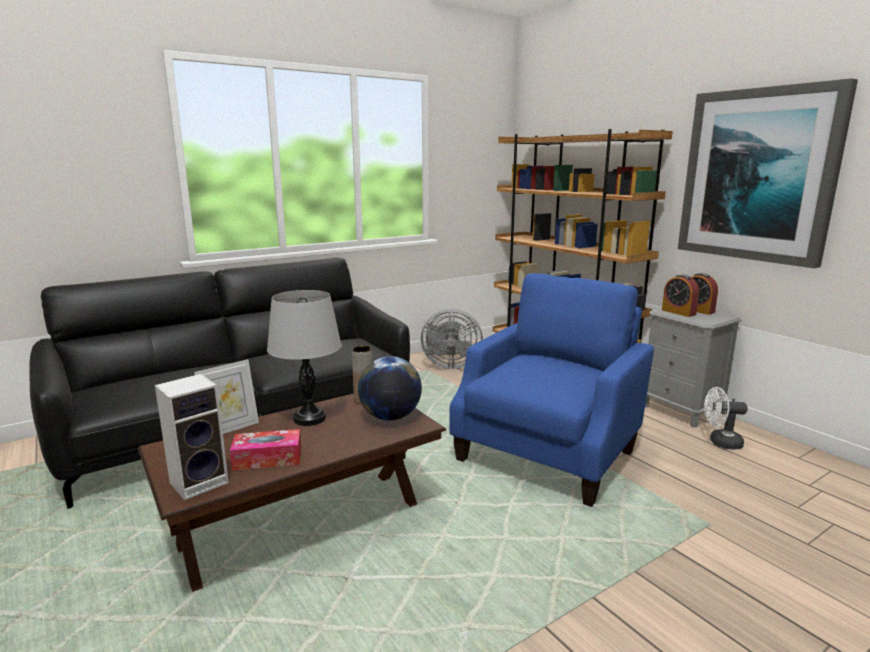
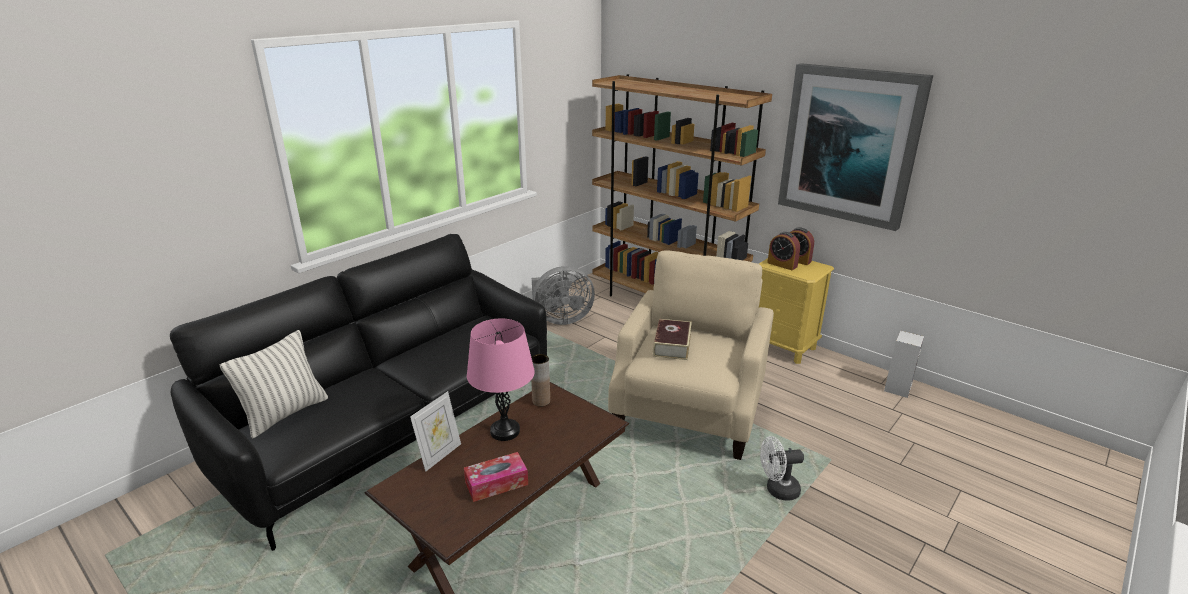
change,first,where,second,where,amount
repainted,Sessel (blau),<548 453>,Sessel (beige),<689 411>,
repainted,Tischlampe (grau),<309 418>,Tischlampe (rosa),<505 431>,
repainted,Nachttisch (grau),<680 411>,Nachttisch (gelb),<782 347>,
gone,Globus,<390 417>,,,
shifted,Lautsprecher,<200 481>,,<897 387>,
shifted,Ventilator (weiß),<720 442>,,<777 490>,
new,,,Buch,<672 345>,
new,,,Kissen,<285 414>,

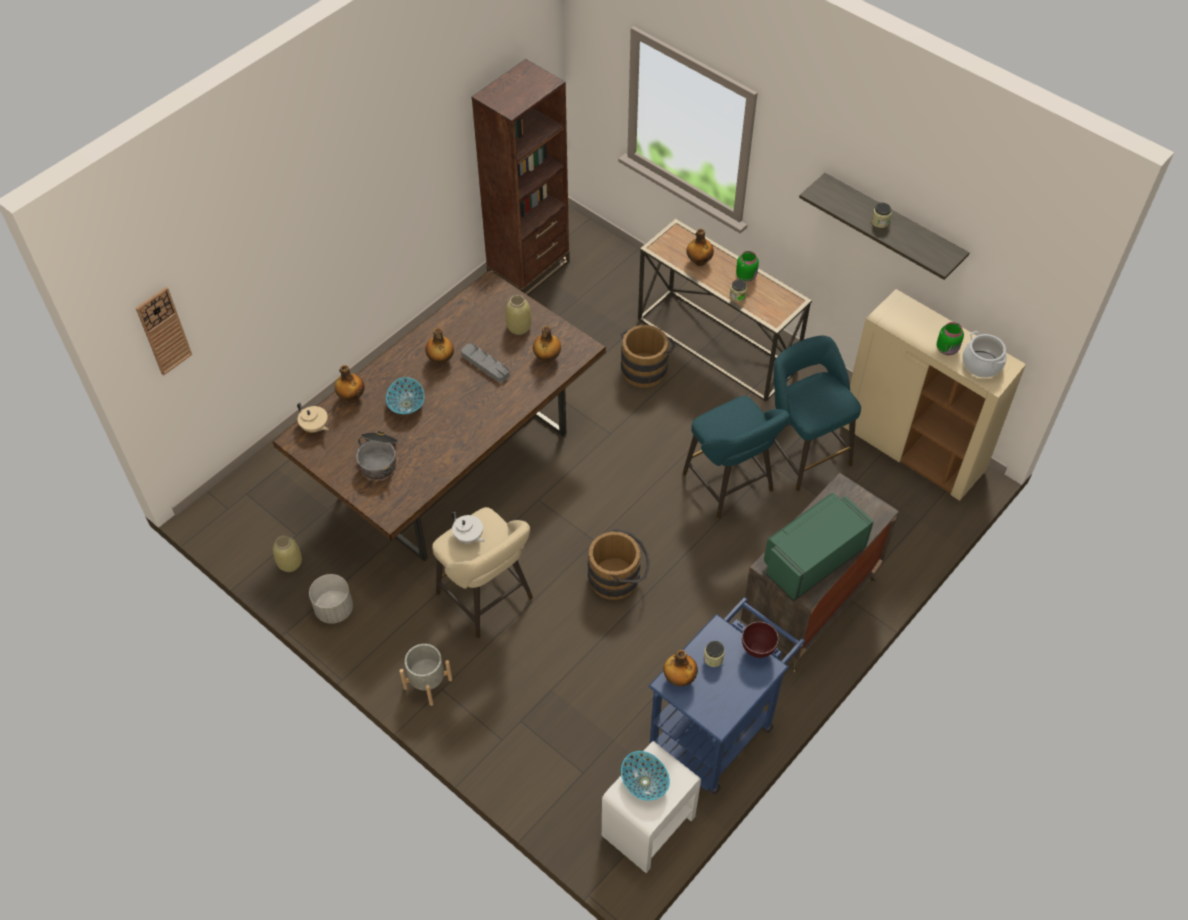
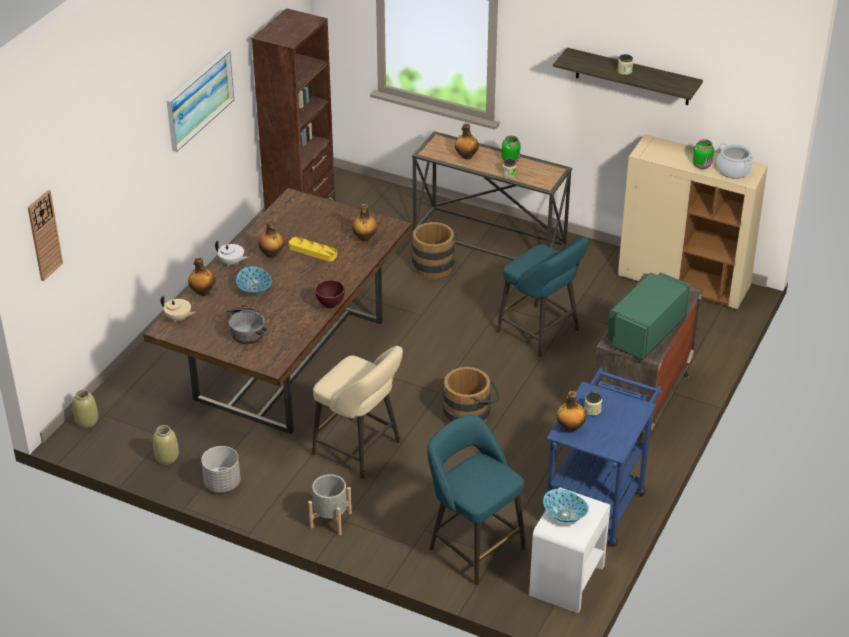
change,first,where,second,where,amount
shifted,Vase (beige),<519 327>,,<86 421>,
shifted,Hocker (türkis),<804 452>,,<473 546>,
repainted,Tablett (grau),<485 365>,Tablett (gelb),<313 251>,
shifted,Teekanne (weiß),<468 537>,,<232 262>,
shifted,Schüssel (braun),<757 649>,,<330 305>,
new,,,Bild,<199 99>,

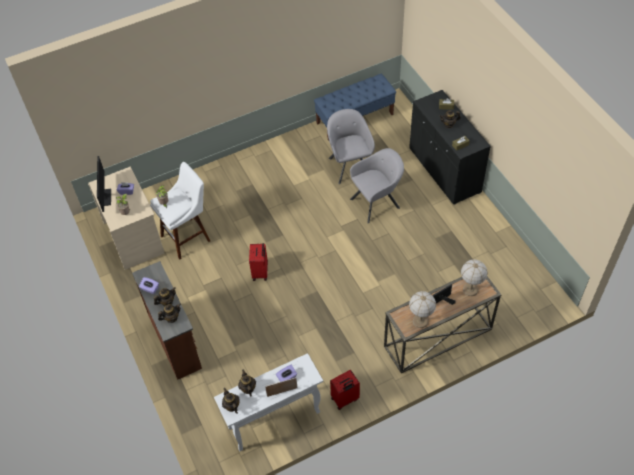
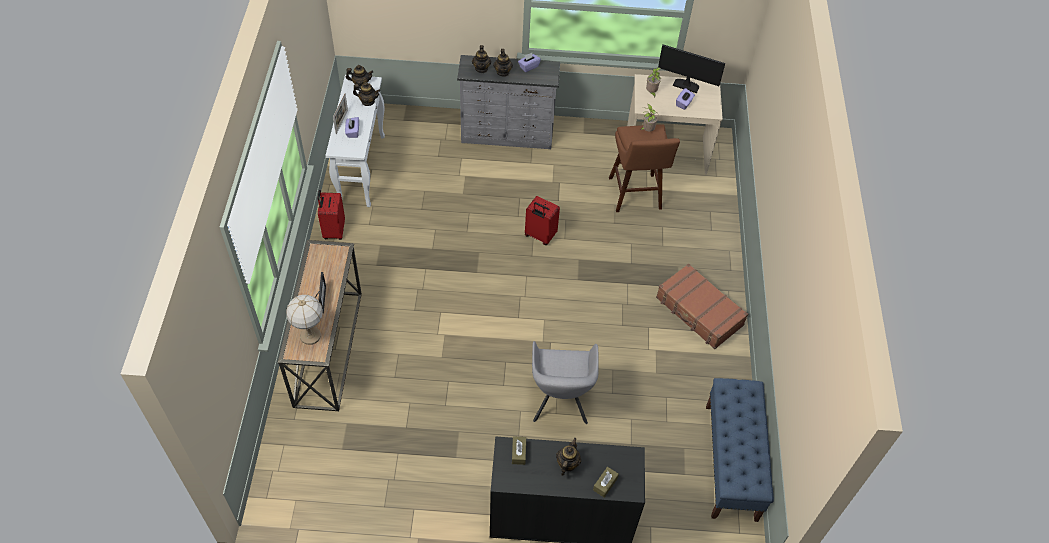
change,first,where,second,where,amount
gone,Sessel (grau),<349 165>,,,
repainted,Hocker (weiß),<188 236>,Hocker (braun),<635 196>,
repainted,Kommode (braun),<176 341>,Kommode (grau),<507 136>,
gone,Tischlampe,<420 321>,,,
new,,,Koffer (braun),<699 312>,

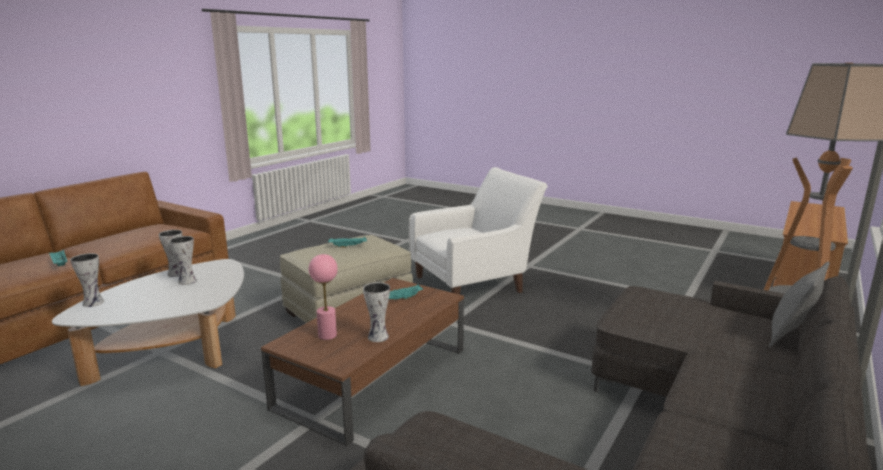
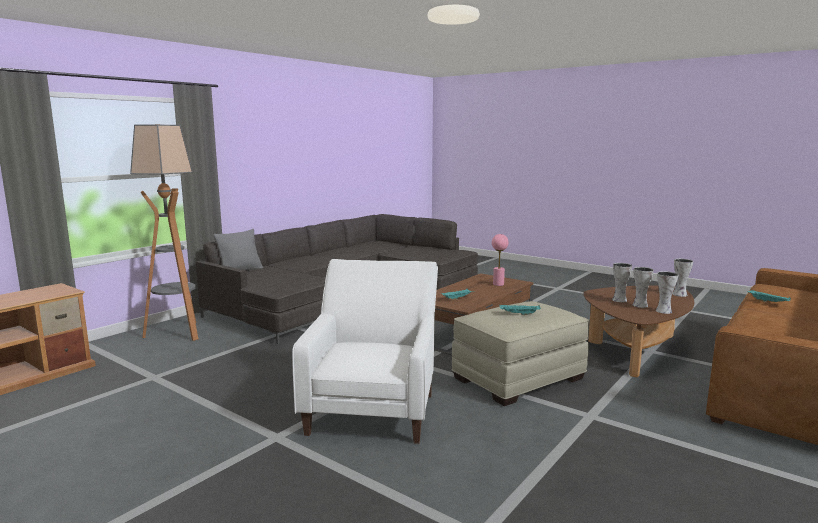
change,first,where,second,where,amount
rotated,Sessel (weiß),<474 282>,,<373 408>,120 degrees clockwise
repainted,Couchtisch (weiß),<177 351>,Couchtisch (braun),<637 350>,
shifted,Vase,<379 337>,,<618 300>,

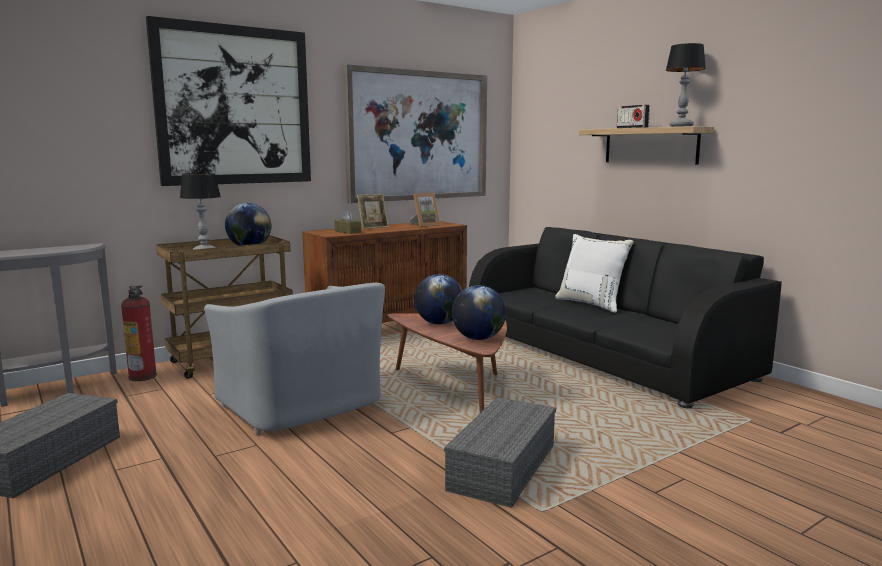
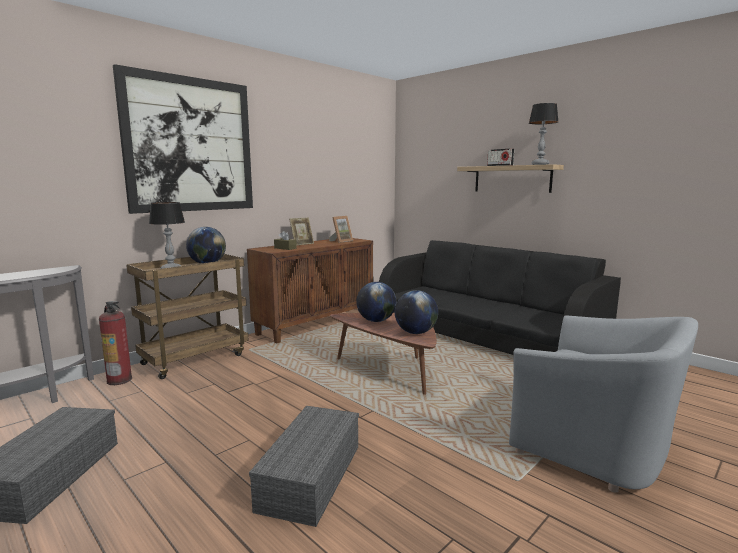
change,first,where,second,where,amount
gone,Bild,<417 136>,,,
gone,Kissen (weiß),<591 303>,,,
shifted,Sessel (grau),<303 406>,,<595 445>,
shifted,Aufbewahrungsbox (grau),<502 466>,,<310 475>,

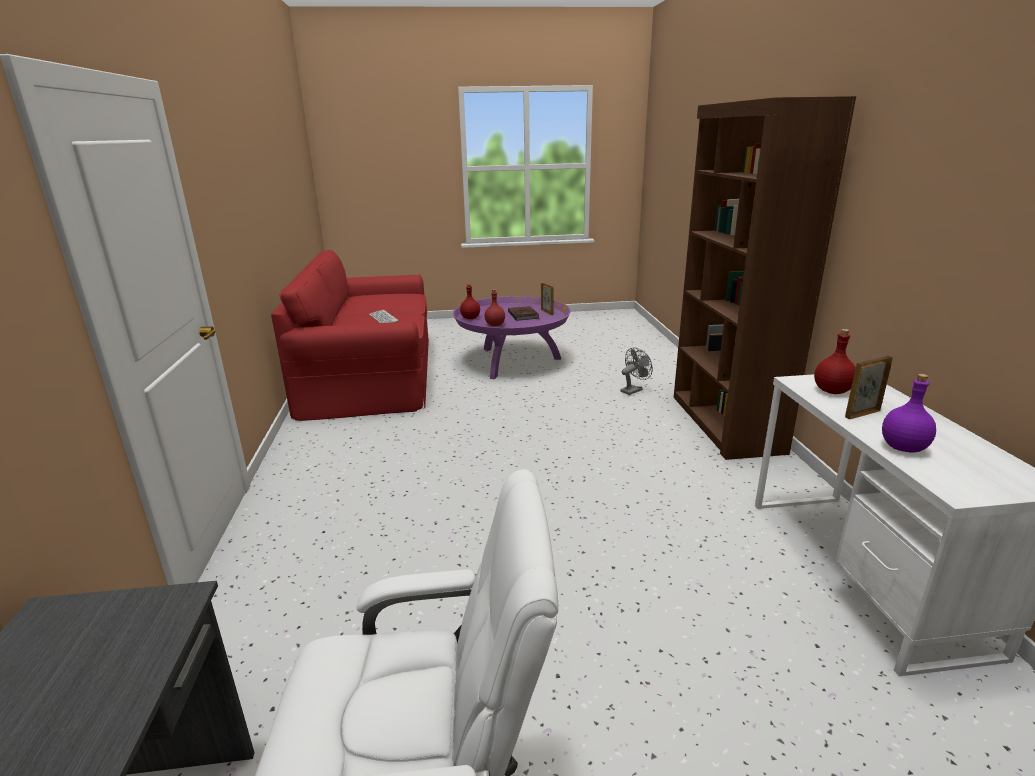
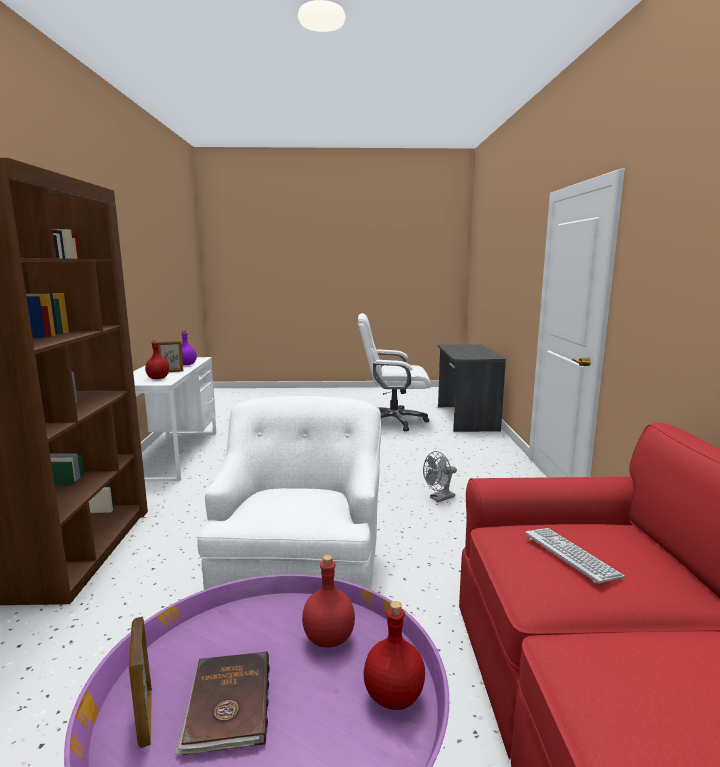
change,first,where,second,where,amount
shifted,Ventilator (grau),<633 390>,,<439 498>,
new,,,Sessel (weiß),<300 567>,

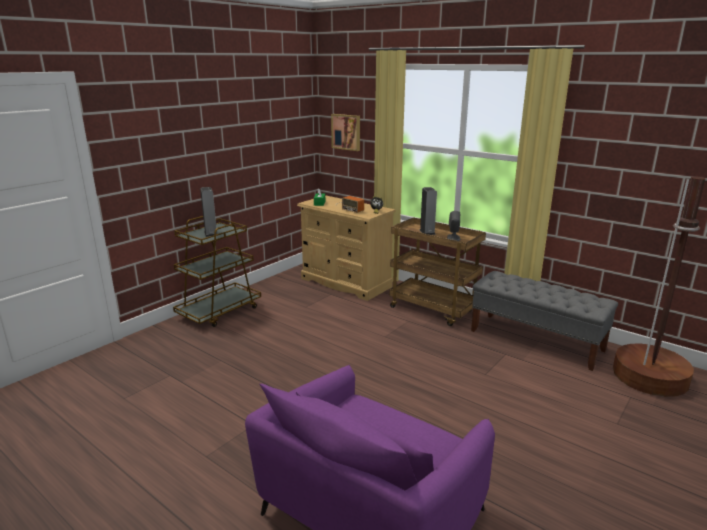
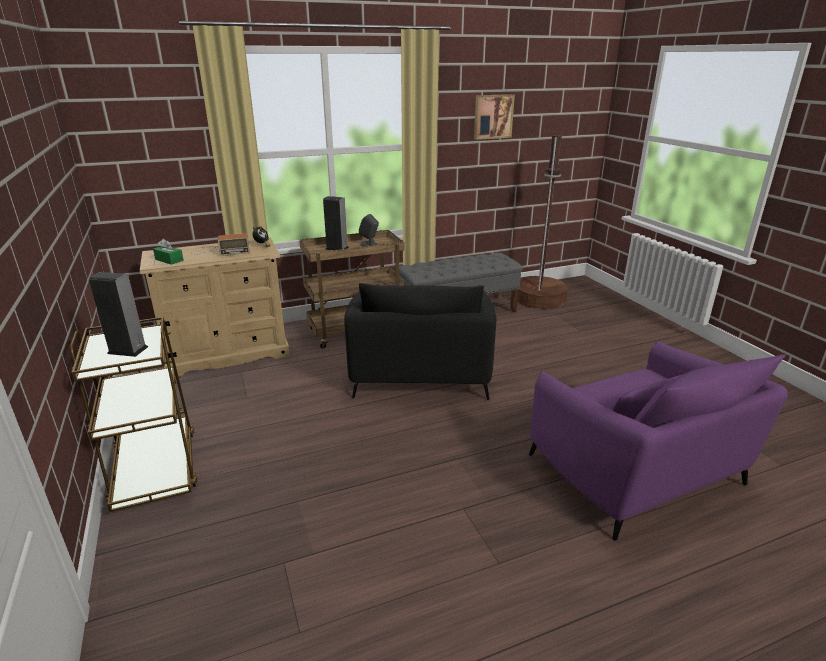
change,first,where,second,where,amount
shifted,Bild,<346 132>,,<492 116>,
new,,,Sessel (schwarz),<420 374>,

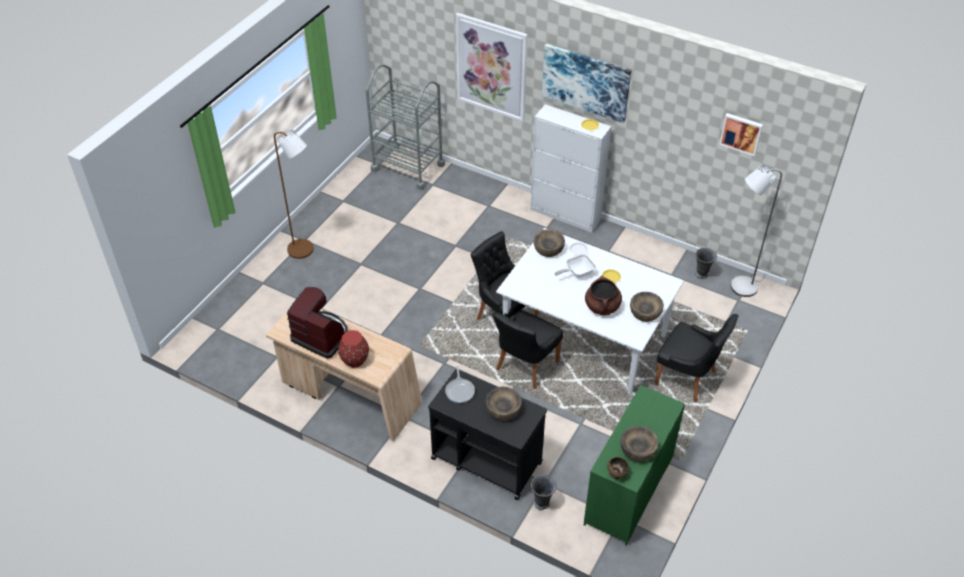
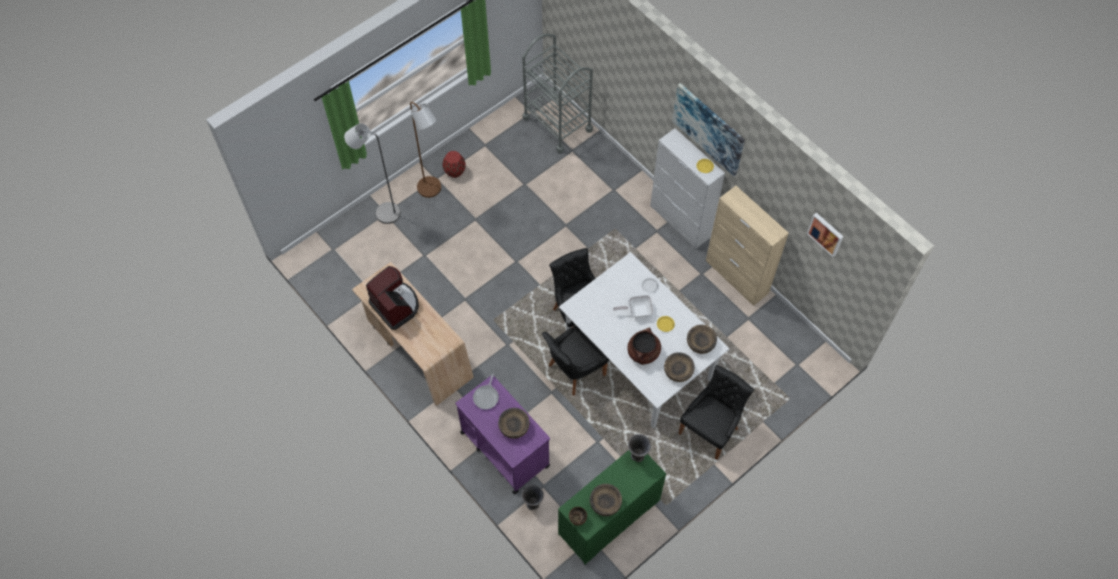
change,first,where,second,where,amount
gone,Bild,<491 67>,,,
shifted,Stehlampe (grau),<738 288>,,<383 212>,
shifted,Schüssel (braun),<548 249>,,<700 343>,
shifted,Vase (grau),<702 275>,,<637 456>,
rotated,Stuhl (schwarz),<687 379>,,<710 429>,105 degrees counterclockwise
shifted,Vase (rot),<355 360>,,<455 172>,
repainted,Rollwagen (schwarz),<486 460>,Rollwagen (lila),<504 448>,
new,,,Schrank (beige),<737 277>,

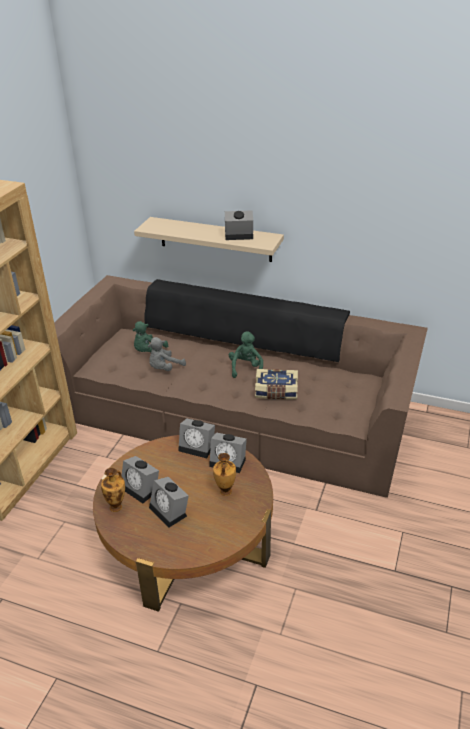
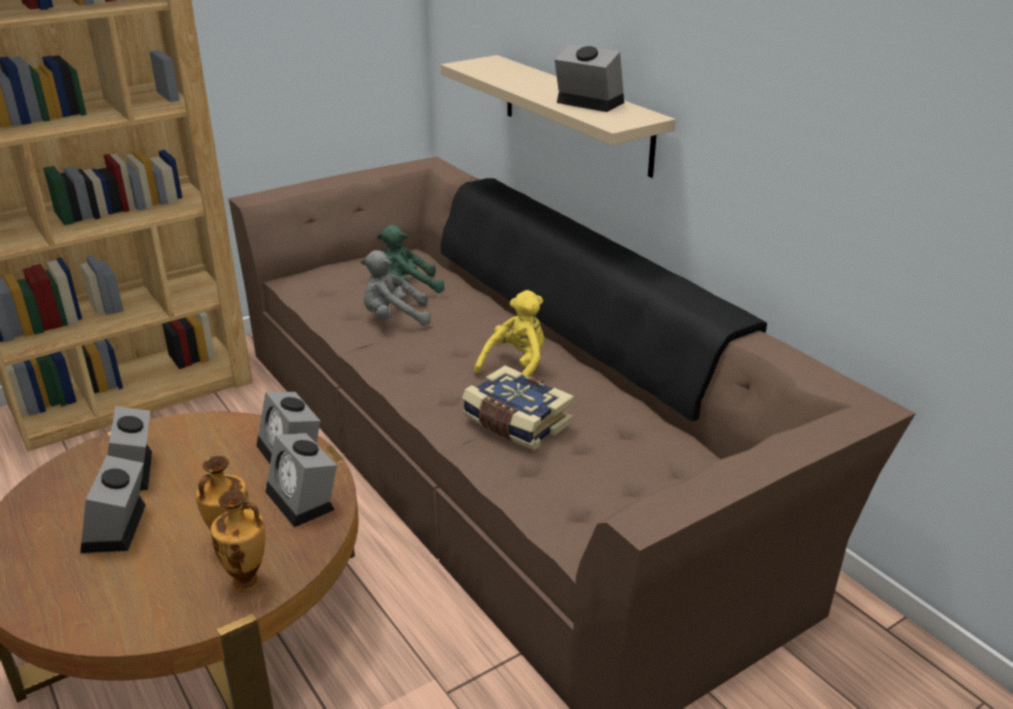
change,first,where,second,where,amount
repainted,Plüschtier (grün),<246 368>,Plüschtier (gelb),<516 368>,
shifted,Vase,<116 507>,,<247 582>,

